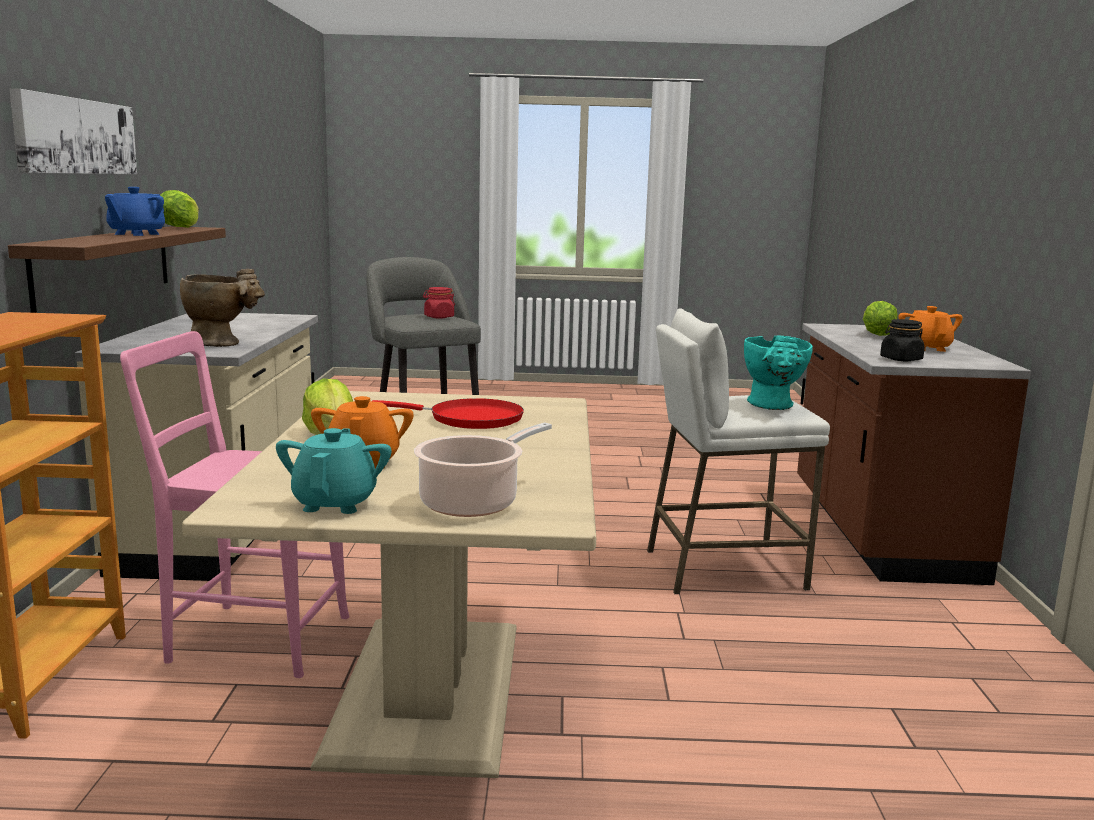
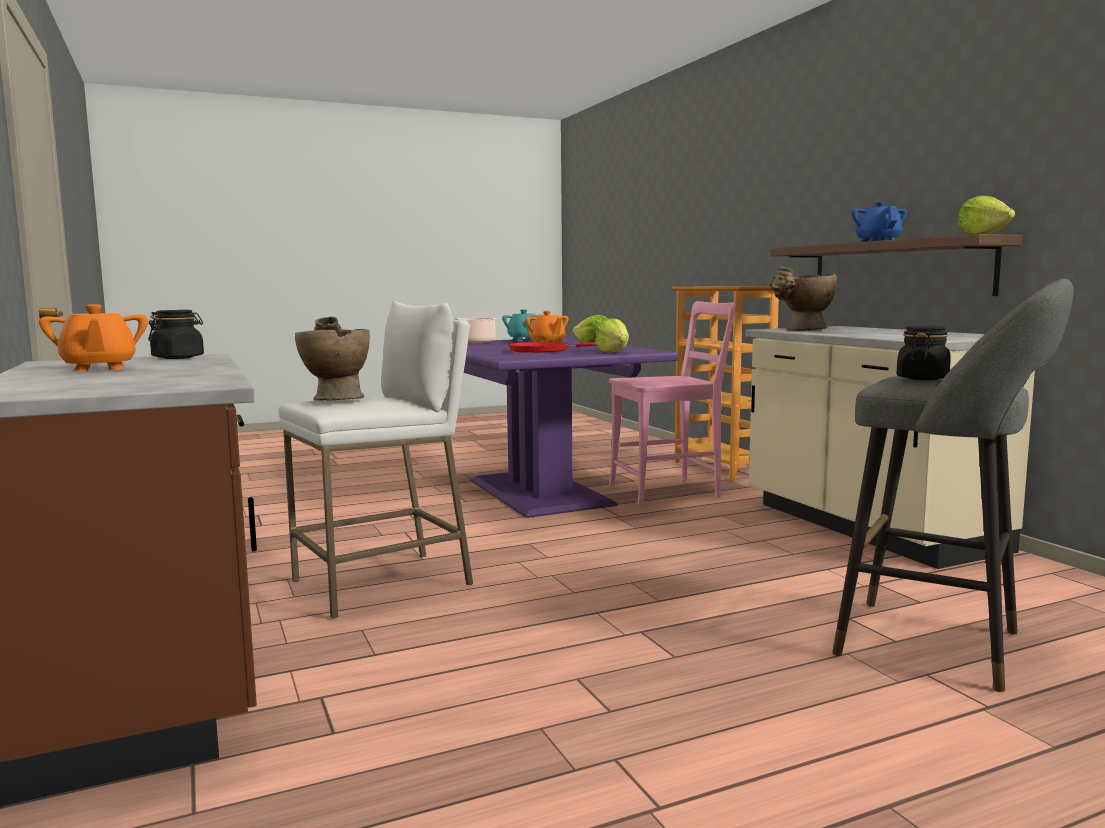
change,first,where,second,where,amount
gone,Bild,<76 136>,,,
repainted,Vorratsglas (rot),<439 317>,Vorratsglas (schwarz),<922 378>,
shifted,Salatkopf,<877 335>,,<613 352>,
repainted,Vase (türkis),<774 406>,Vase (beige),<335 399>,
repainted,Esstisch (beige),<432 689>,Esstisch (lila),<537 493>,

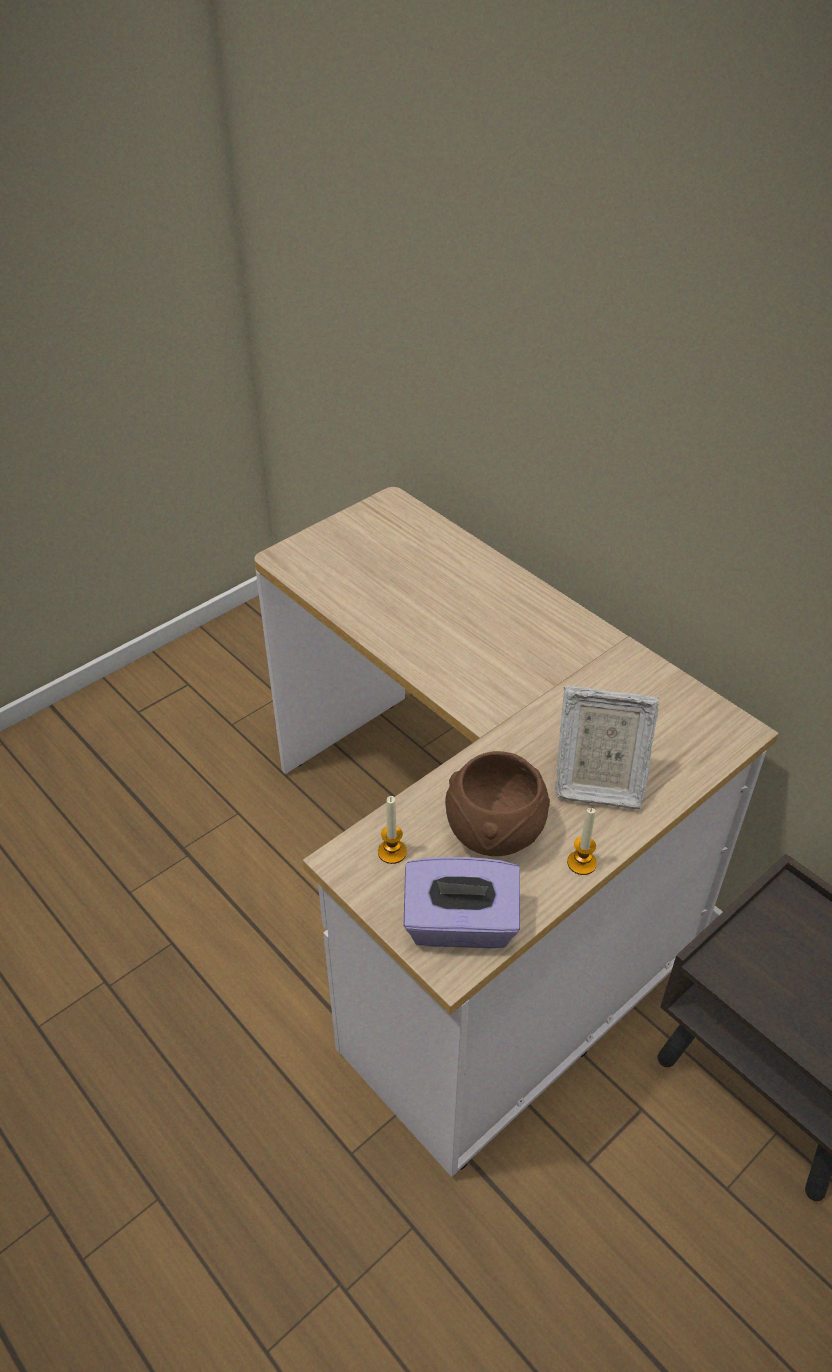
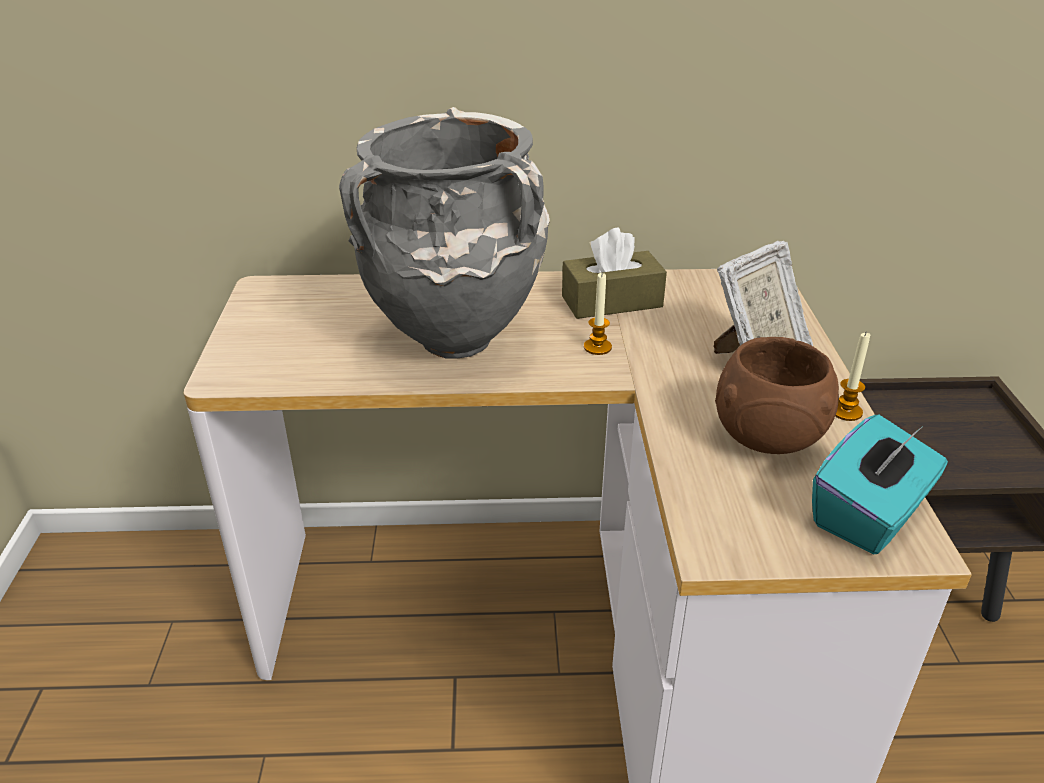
change,first,where,second,where,amount
shifted,Kerze,<392 852>,,<597 347>,
repainted,Taschentuchbox (lila),<460 926>,Taschentuchbox (türkis),<869 515>,
new,,,Vase (grau),<458 345>,
new,,,Taschentuchbox (braun),<612 301>,

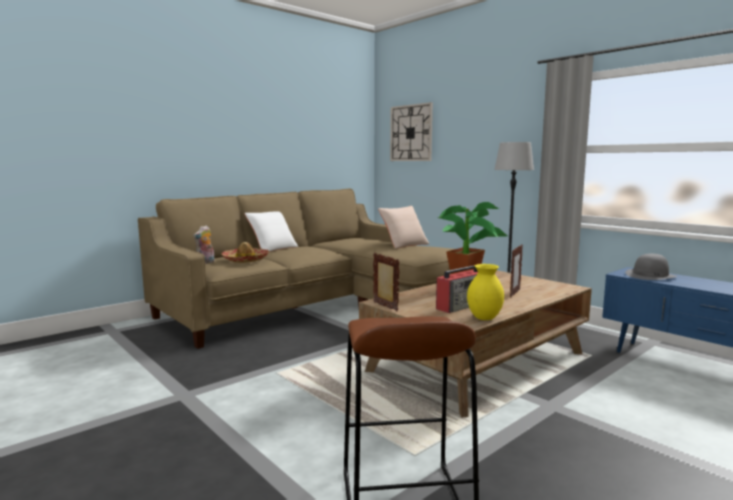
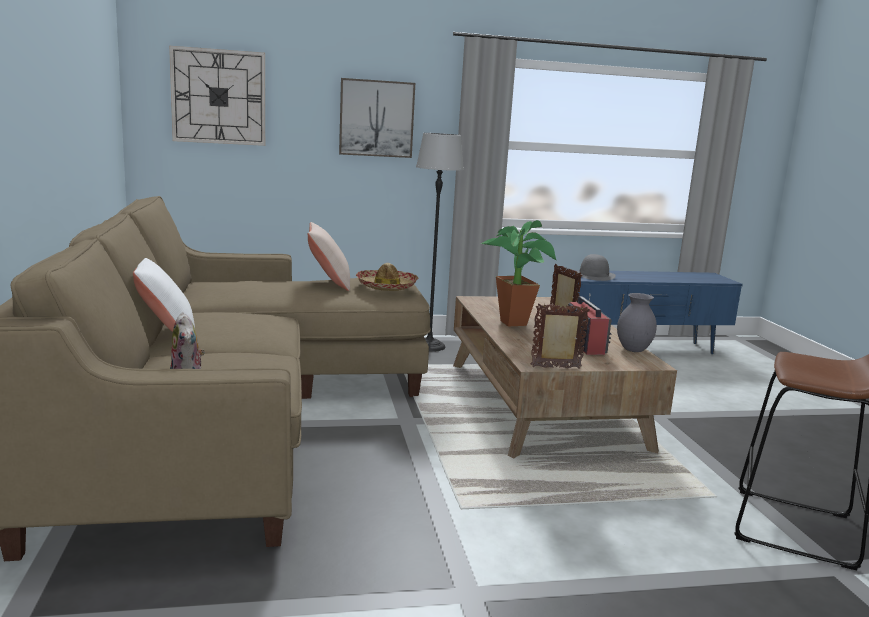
change,first,where,second,where,amount
shifted,Hut,<245 260>,,<386 286>,
repainted,Vase (gelb),<484 318>,Vase (grau),<632 350>,
new,,,Bild,<376 118>,

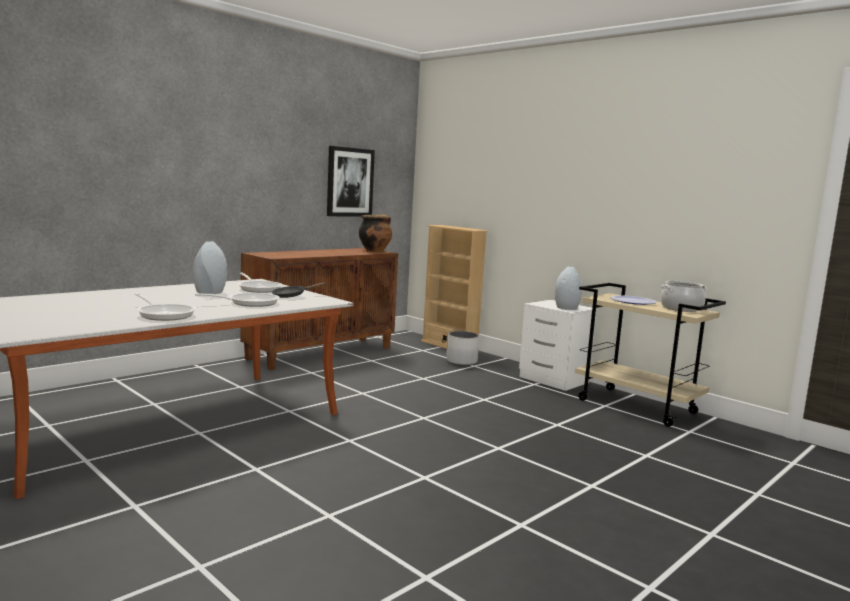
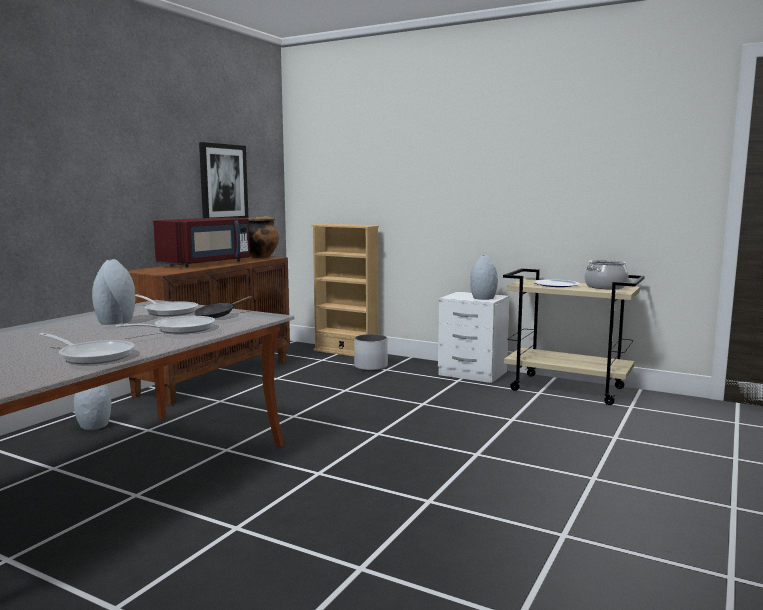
change,first,where,second,where,amount
new,,,Mikrowelle (rot),<207 263>,
new,,,Vase (grau),<94 426>,

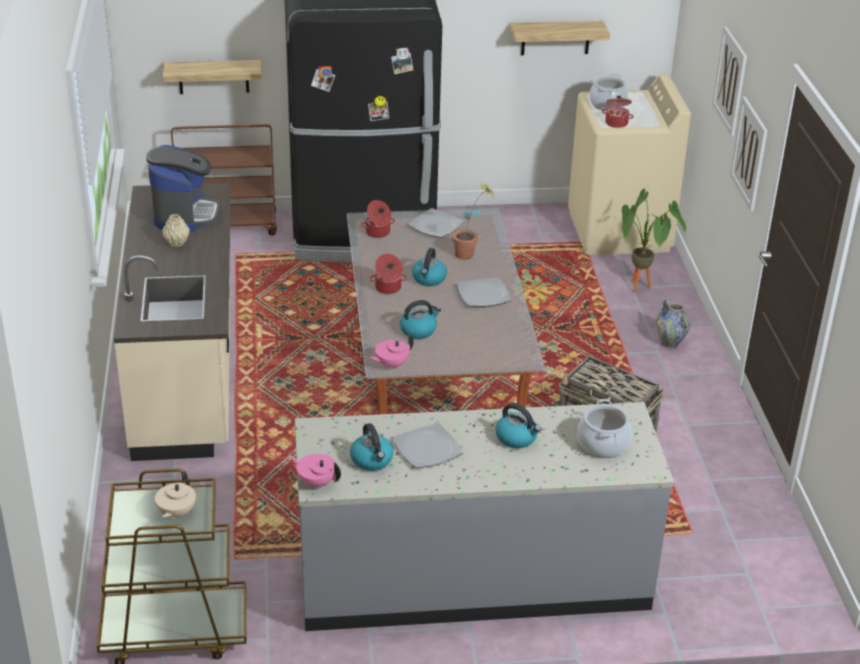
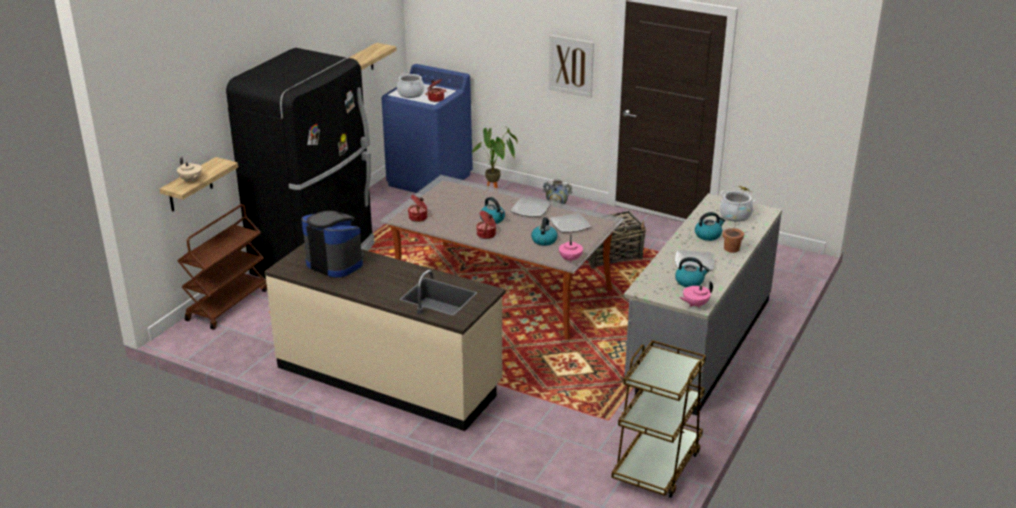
change,first,where,second,where,amount
gone,Bild,<730 81>,,,
repainted,Waschmaschine (beige),<619 232>,Waschmaschine (blau),<430 180>,
shifted,Topfpflanze,<470 254>,,<734 246>,
shifted,Teller,<435 226>,,<570 225>,
gone,Vase (beige),<176 243>,,,
shifted,Teekanne (beige),<176 513>,,<191 180>,

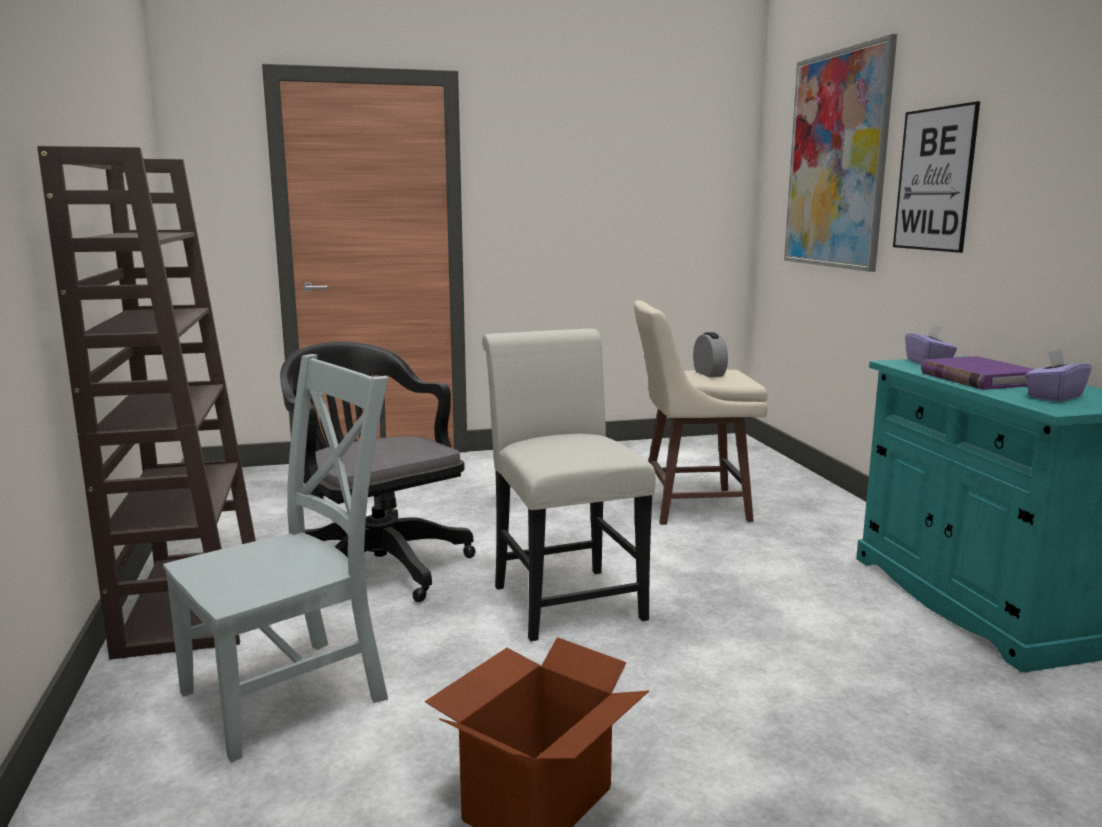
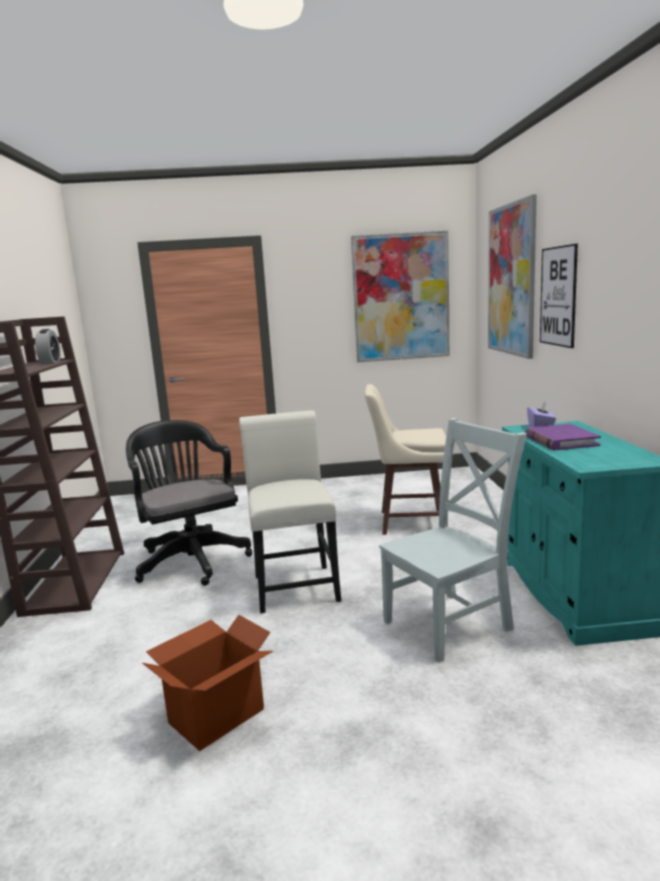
change,first,where,second,where,amount
shifted,Wecker,<709 374>,,<50 362>,
gone,Taschentuchbox (lila),<1054 396>,,,
shifted,Stuhl (grau),<293 692>,,<451 623>,
new,,,Bild,<401 297>,

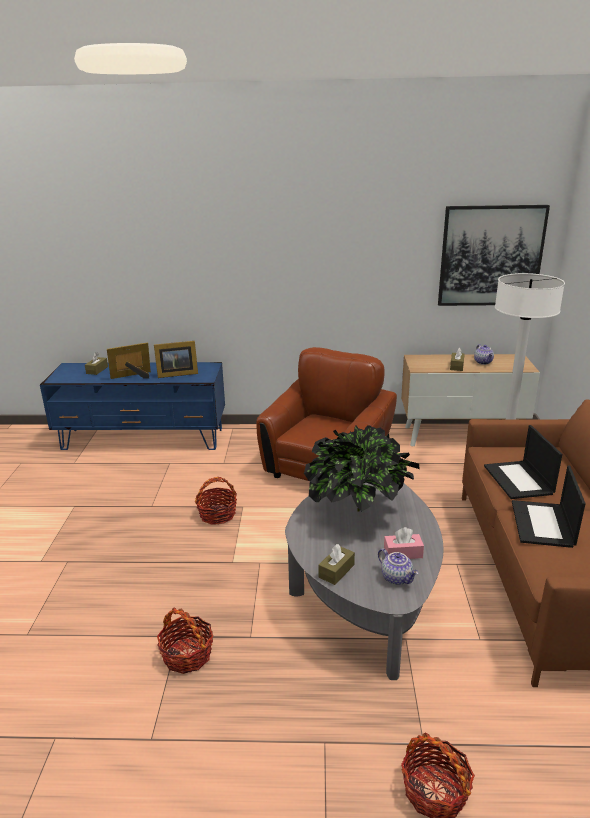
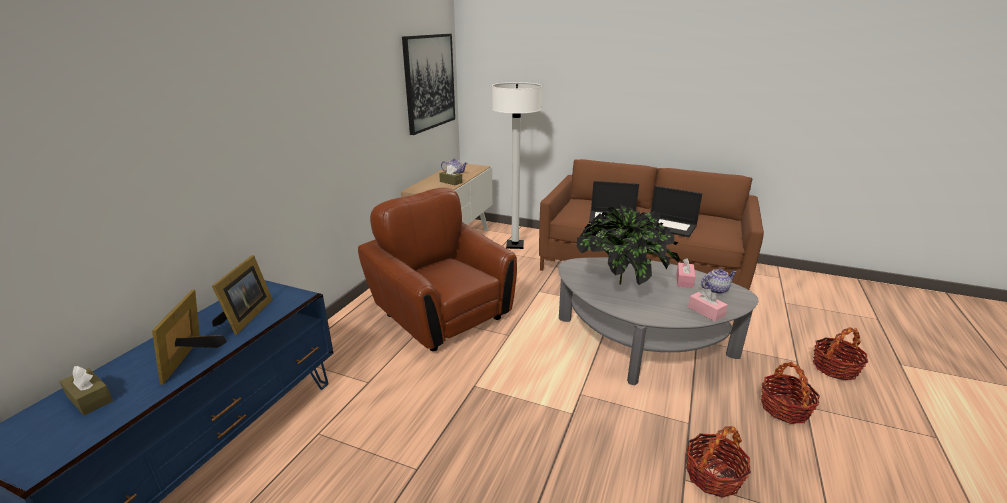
change,first,where,second,where,amount
shifted,Korb,<217 514>,,<784 408>,
repainted,Taschentuchbox (braun),<336 571>,Taschentuchbox (rosa),<706 311>,

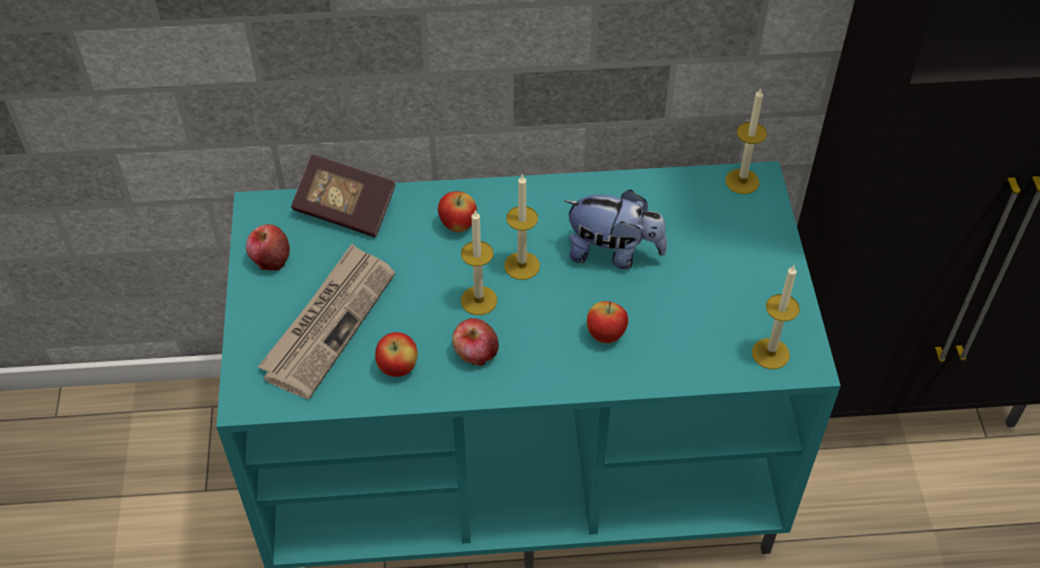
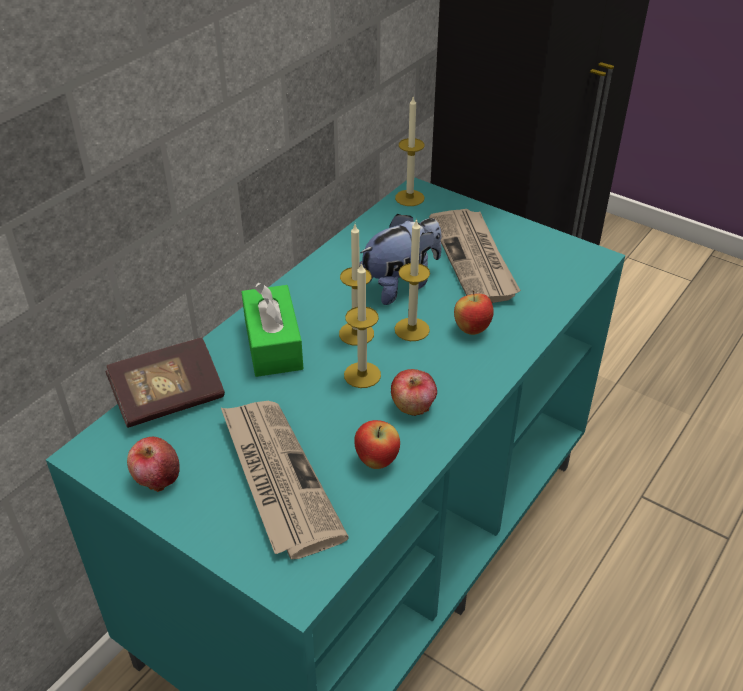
change,first,where,second,where,amount
swapped,Apfel,<458 225>,Taschentuchbox (grün),<273 344>,
shifted,Kerze,<770 353>,,<412 329>,
new,,,Zeitung,<474 259>,

